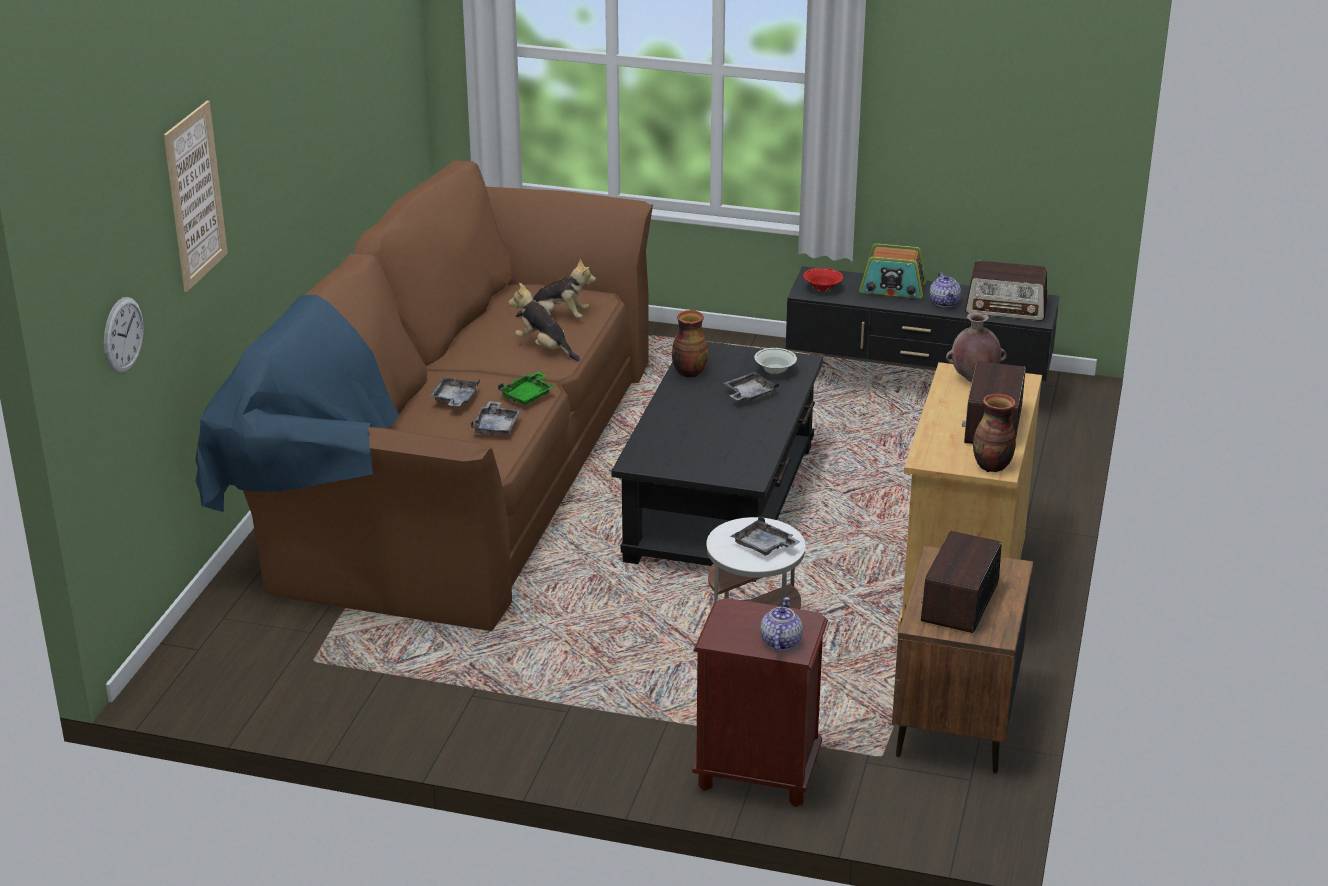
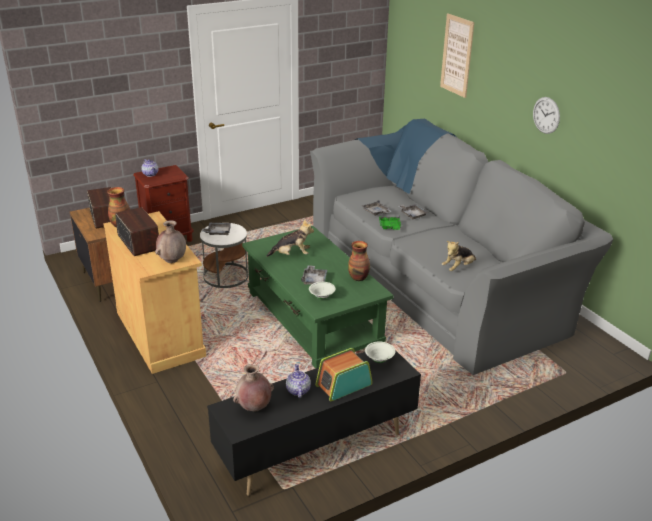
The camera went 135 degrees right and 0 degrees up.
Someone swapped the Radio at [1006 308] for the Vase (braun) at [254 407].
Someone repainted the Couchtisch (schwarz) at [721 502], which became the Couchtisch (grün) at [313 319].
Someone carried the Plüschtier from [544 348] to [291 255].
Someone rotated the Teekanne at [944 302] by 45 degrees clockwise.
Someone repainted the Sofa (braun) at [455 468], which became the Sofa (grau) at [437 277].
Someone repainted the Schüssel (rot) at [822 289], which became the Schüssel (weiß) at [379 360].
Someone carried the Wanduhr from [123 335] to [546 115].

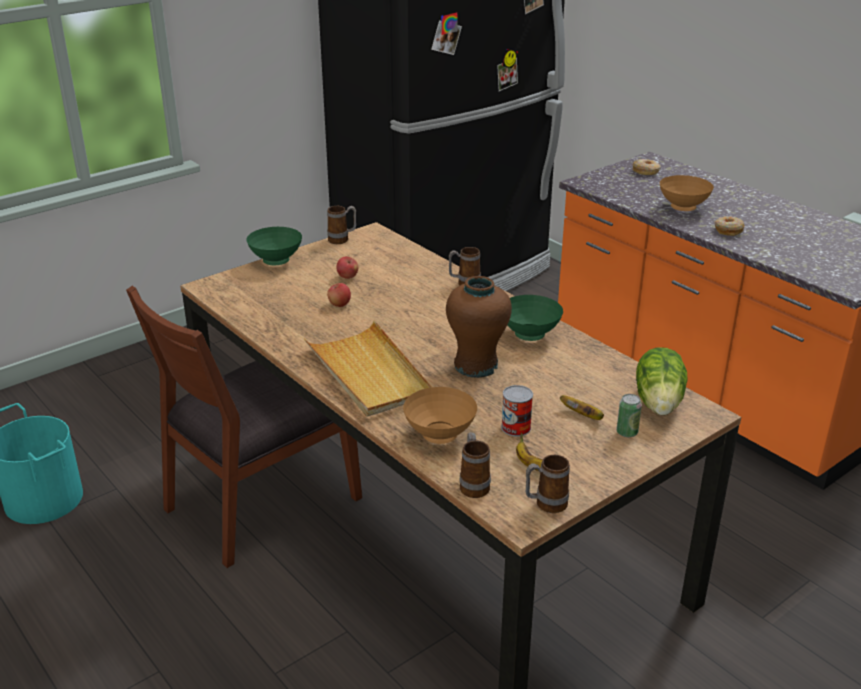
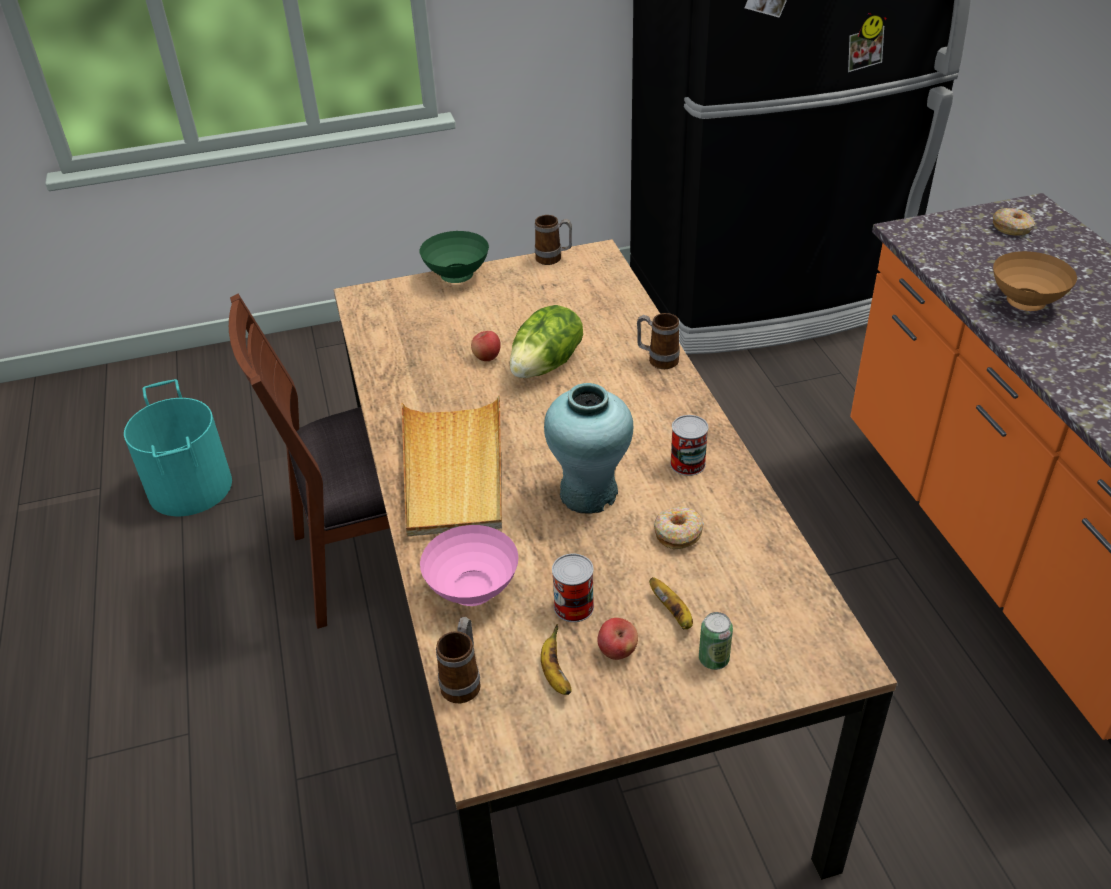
The camera went 25 degrees right and 10 degrees up.
Someone repainted the Schüssel (braun) at [438 436], which became the Schüssel (rosa) at [471 591].
Someone carried the Salatkopf from [659 402] to [547 365].
Someone repainted the Vase (braun) at [476 365], which became the Vase (türkis) at [589 492].
Someone carried the Apfel from [347 277] to [617 651].
Someone carried the Donut from [728 230] to [678 533].
Someone swapped the Schüssel (grün) at [529 336] for the Dose at [687 463].
Someone took away the Henkelbecher at [545 504].

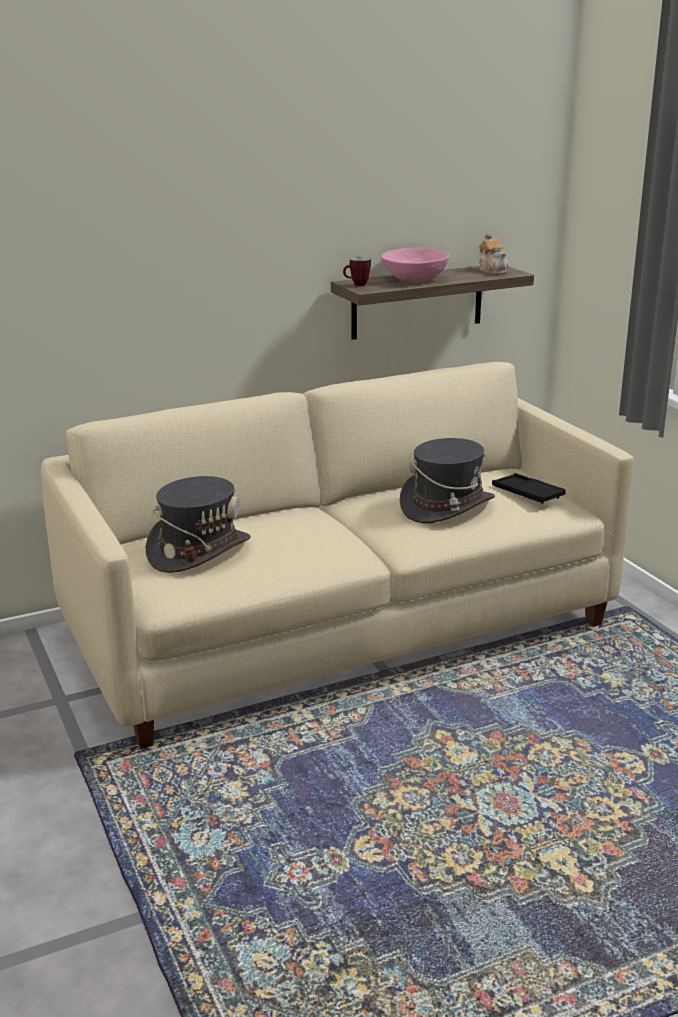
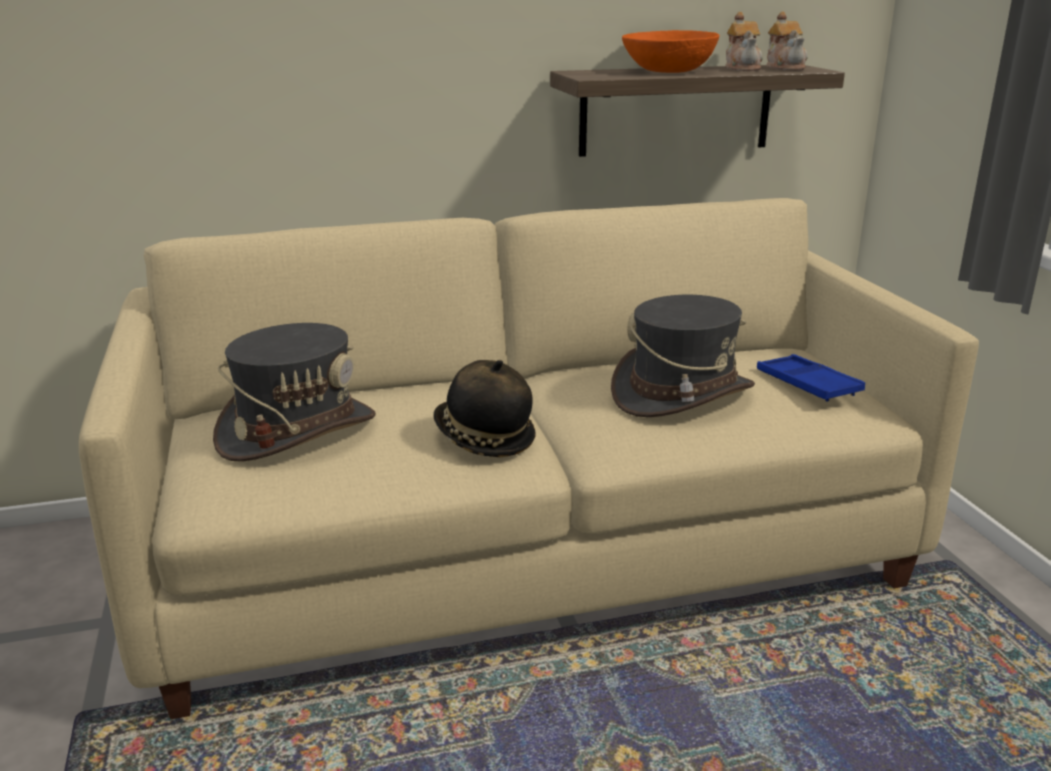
The camera went 10 degrees right and 0 degrees up.
Someone put down the Hut at [483 439].
Someone repainted the Schüssel (rosa) at [414 279], which became the Schüssel (orange) at [668 71].
Someone put down the Teekanne at [743 68].
Someone repainted the Tablett (schwarz) at [527 493], which became the Tablett (blau) at [807 385].
Someone took away the Henkelbecher at [357 285].

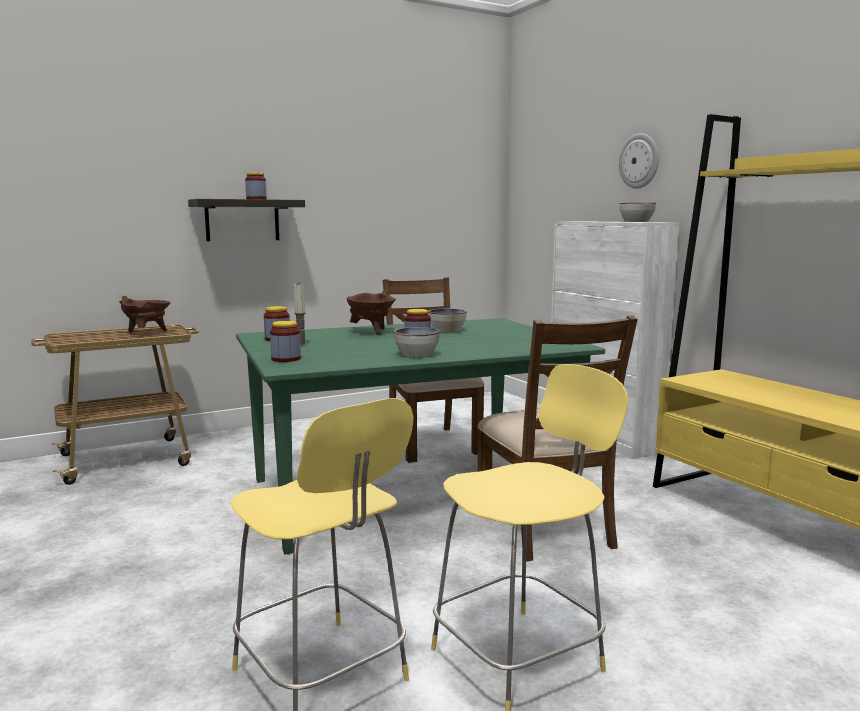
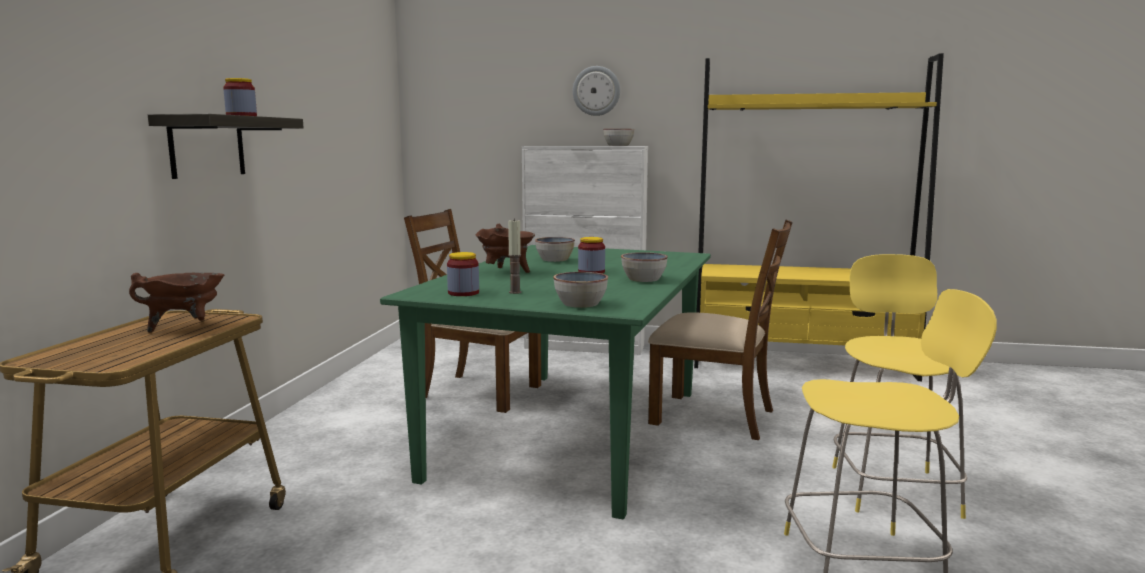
The camera went 50 degrees left and 0 degrees up.
Someone swapped the Vorratsglas at [286 359] for the Schüssel at [580 304].

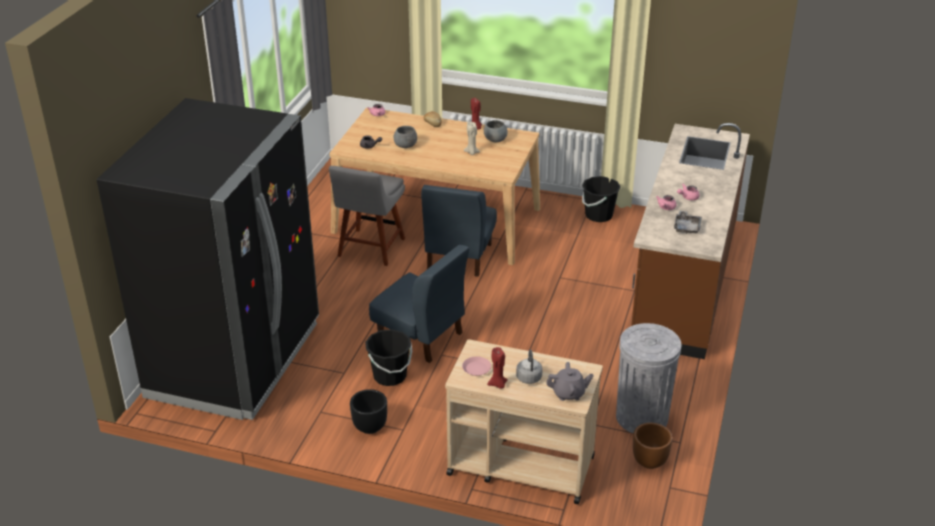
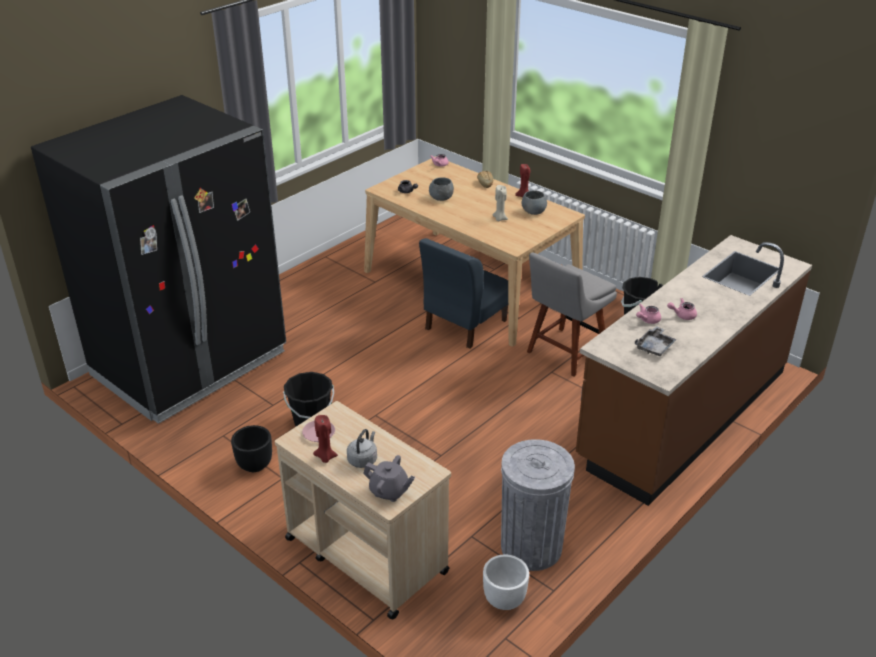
The camera went 25 degrees right and 0 degrees up.
Someone repainted the Pflanzkübel (braun) at [649 461], which became the Pflanzkübel (weiß) at [503 599].
Someone carried the Stuhl (grau) from [370 249] to [564 353].
Someone took away the Stuhl (blau) at [420 336].

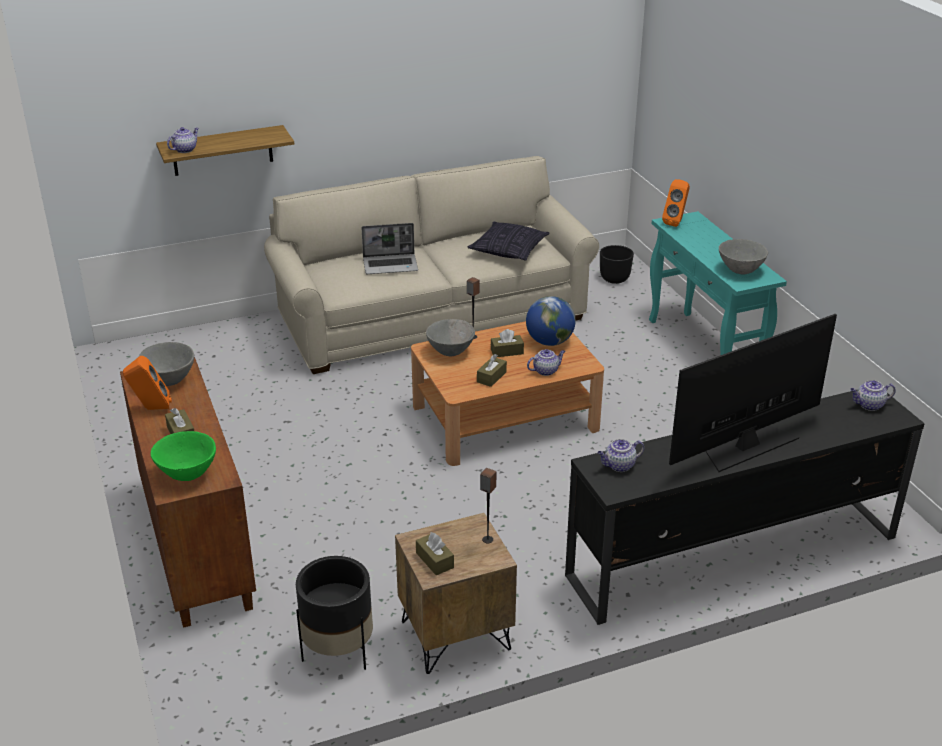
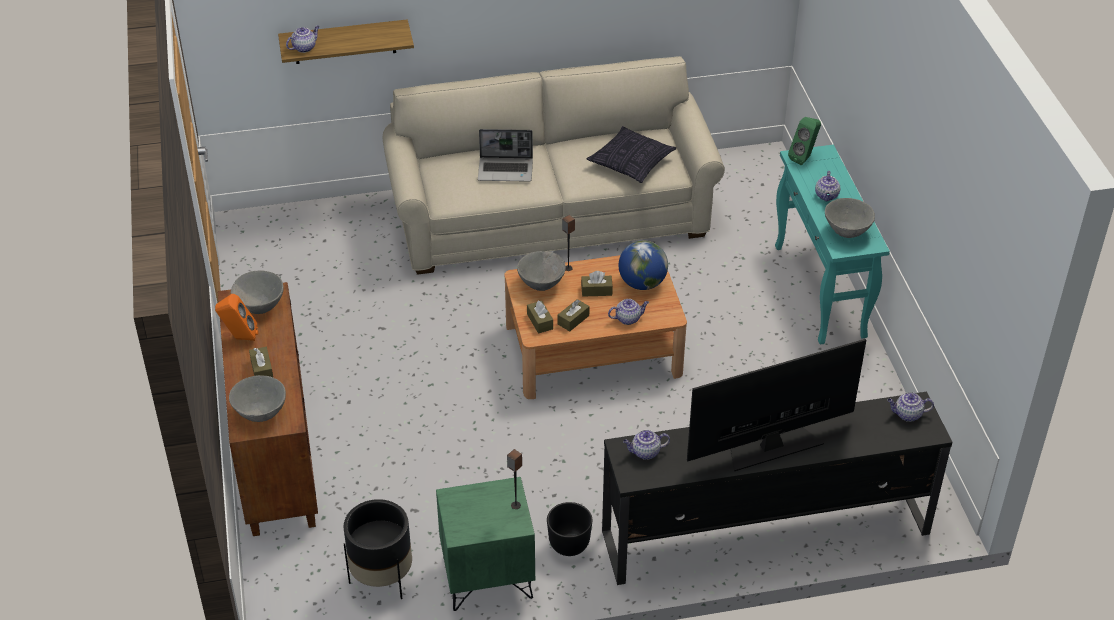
The camera went 10 degrees right and 10 degrees up.
Someone repainted the Schüssel (grün) at [187 474], which became the Schüssel (grau) at [260 414].
Someone repainted the Nachttisch (braun) at [455 636], which became the Nachttisch (grün) at [487 578].
Someone carried the Taschentuchbox (braun) from [434 560] to [540 321].
Someone carried the Pflanzkübel (schwarz) from [614 279] to [569 544].
Someone repainted the Lautsprecher (orange) at [676 222], which became the Lautsprecher (grün) at [804 158].
Someone put down the Teekanne at [827 196].

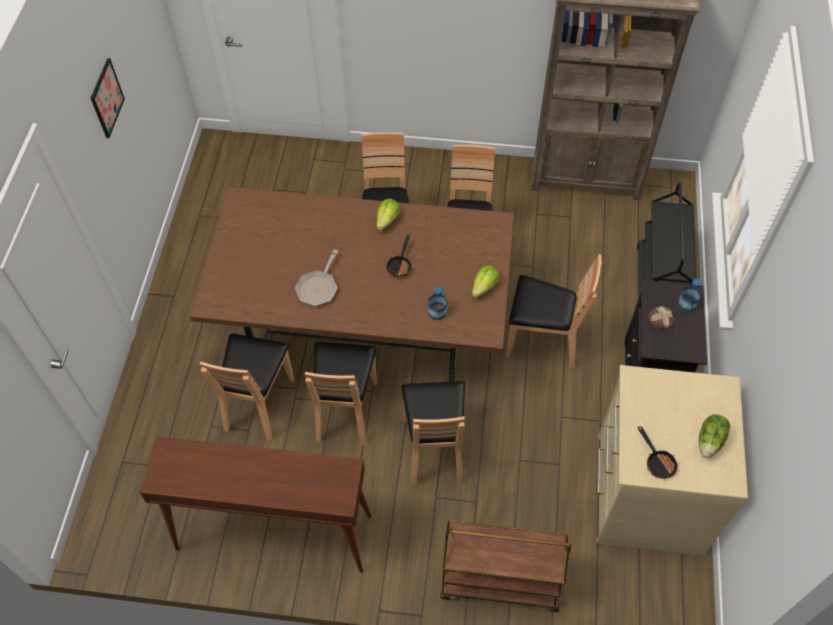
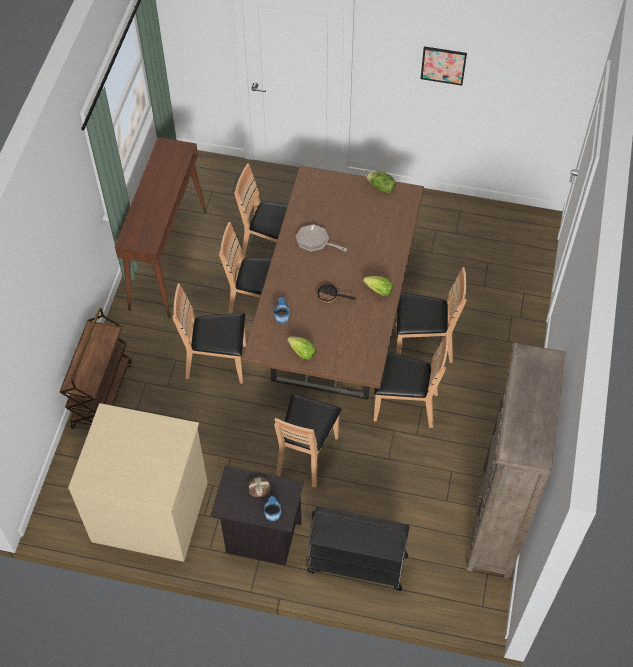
The camera went 95 degrees right and 0 degrees up.
Someone carried the Salatkopf from [710 441] to [380 187].
Someone took away the Pfanne at [658 461].

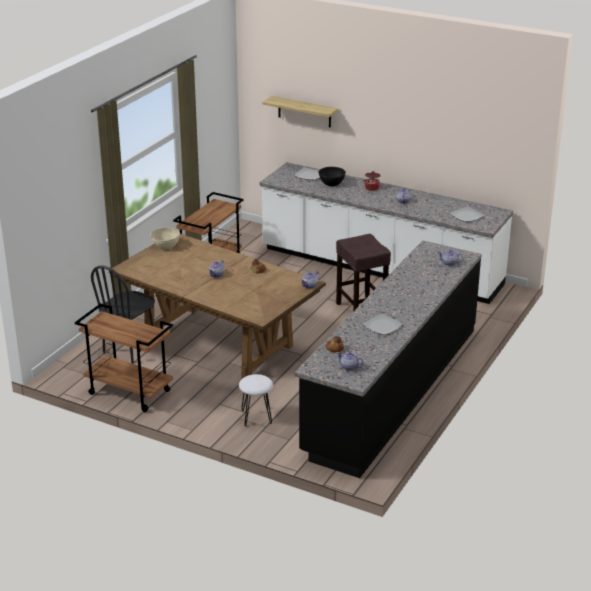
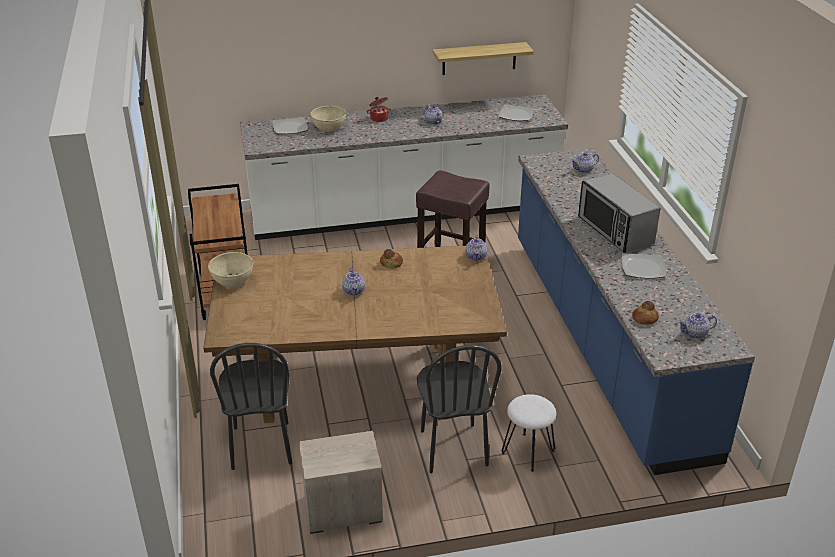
The camera went 40 degrees left and 5 degrees up.
Someone swapped the Rollwagen (braun) at [128 392] for the Nachttisch at [341 508].
Someone repainted the Schüssel (schwarz) at [331 183], which became the Schüssel (beige) at [329 128].
Someone put down the Stuhl (schwarz) at [453 448].
Someone carried the Wandregal from [304 112] to [479 58].
Someone repainted the Küchenzeile (schwarz) at [392 389], which became the Küchenzeile (blau) at [604 341].
Someone put down the Mikrowelle at [615 230].

